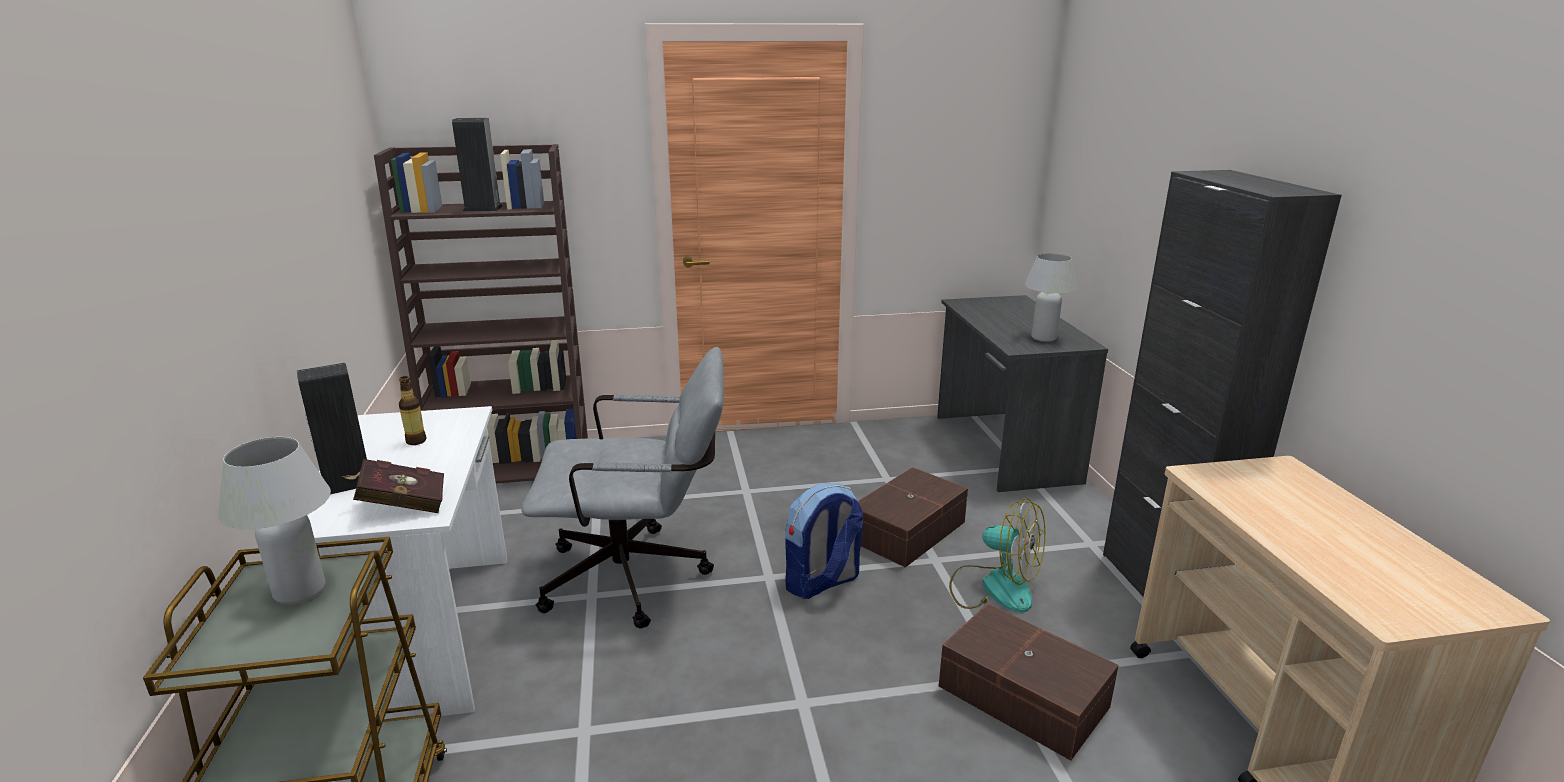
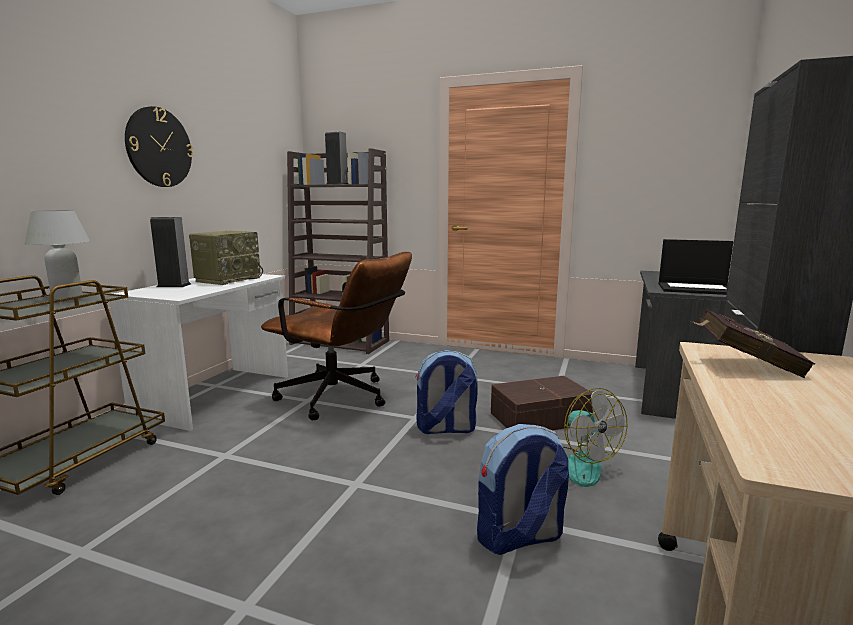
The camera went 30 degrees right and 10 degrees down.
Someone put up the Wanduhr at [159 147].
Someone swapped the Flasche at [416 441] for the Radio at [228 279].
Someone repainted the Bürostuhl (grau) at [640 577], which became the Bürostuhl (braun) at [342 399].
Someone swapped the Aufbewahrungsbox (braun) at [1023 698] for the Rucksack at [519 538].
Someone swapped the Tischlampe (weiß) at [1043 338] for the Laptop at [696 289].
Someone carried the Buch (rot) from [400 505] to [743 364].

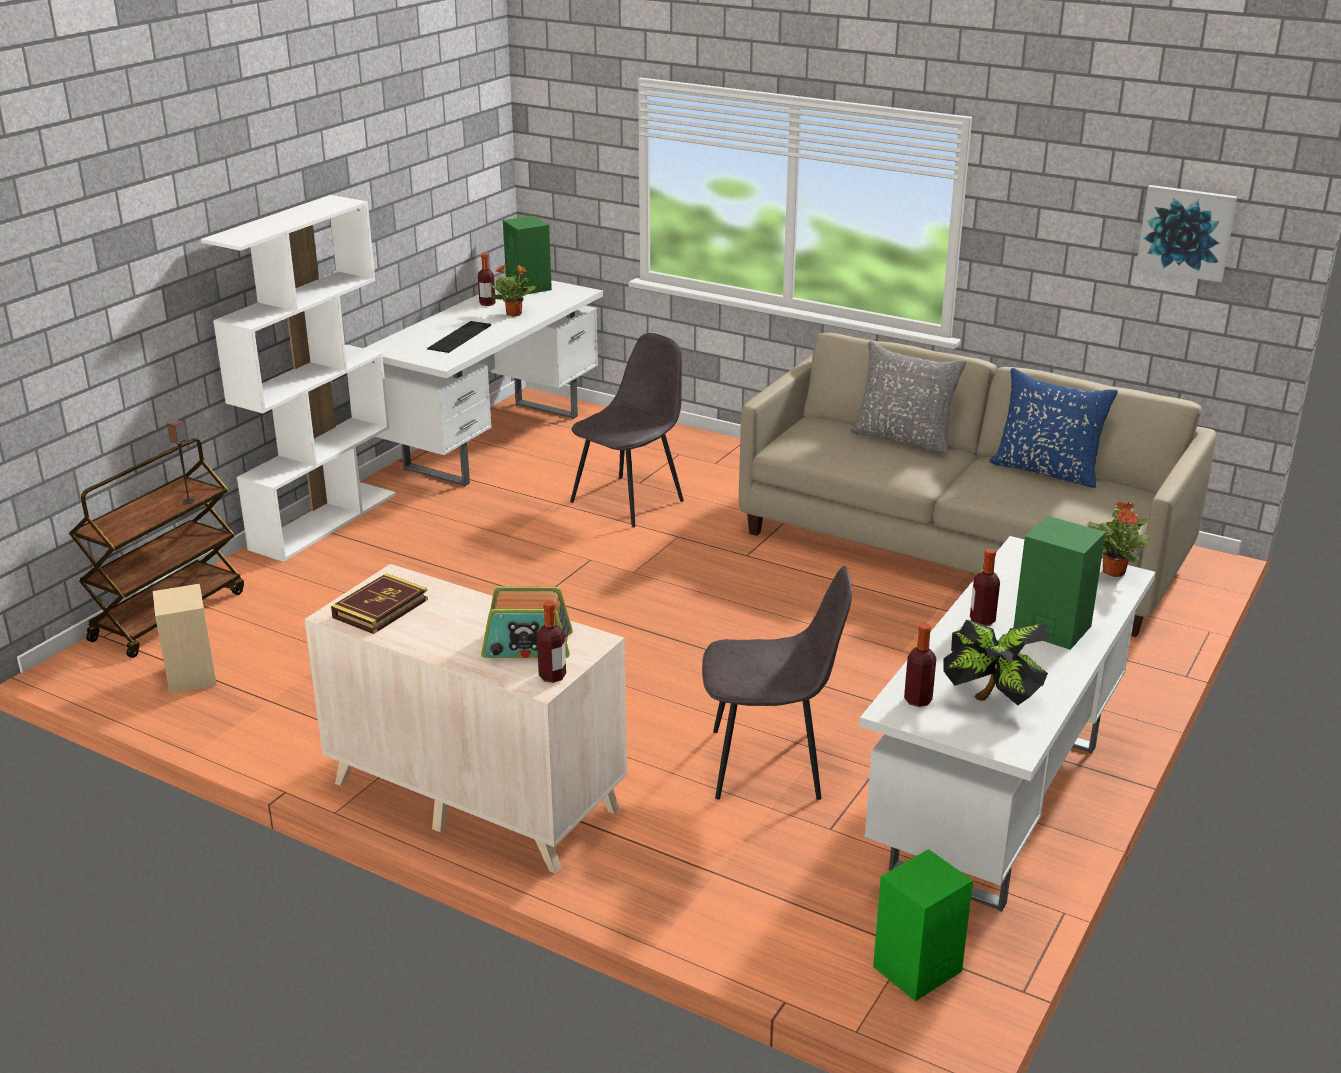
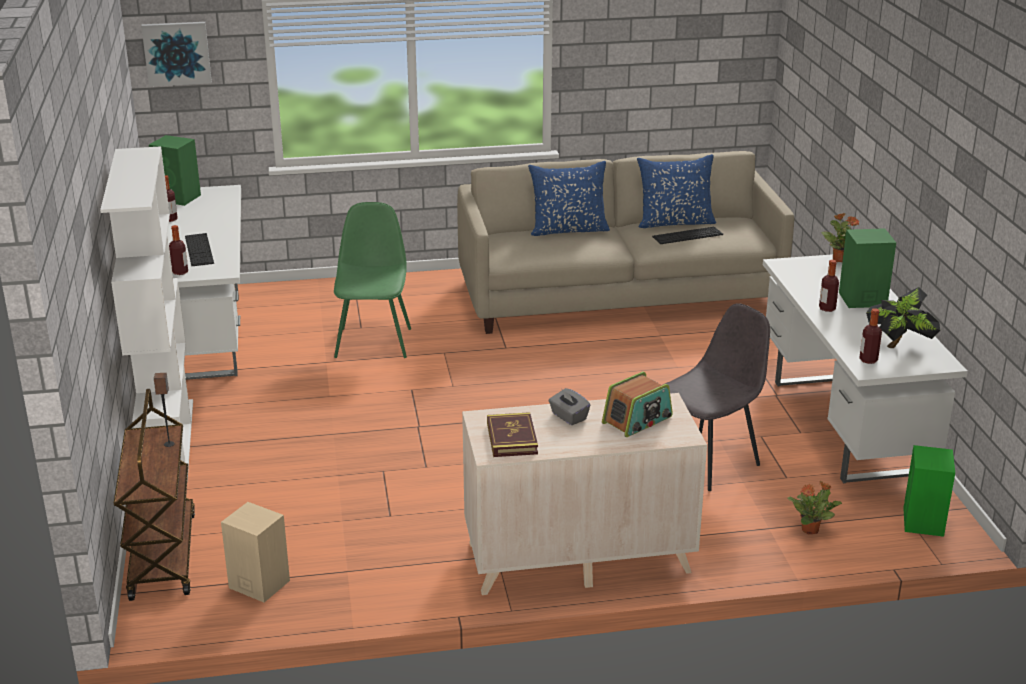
The camera went 40 degrees left and 0 degrees up.
Someone carried the Bild from [1186 232] to [177 53].
Someone carried the Flasche from [552 676] to [180 272].
Someone repainted the Stuhl (grau) at [629 500], which became the Stuhl (grün) at [373 341].
Someone repainted the Kissen (grau) at [903 439], which became the Kissen (blau) at [568 229].
Someone put down the Taschentuchbox (grau) at [568 417].
Someone put down the Tastatur at [687 235].
Someone carried the Topfpflanze from [514 314] to [810 530].

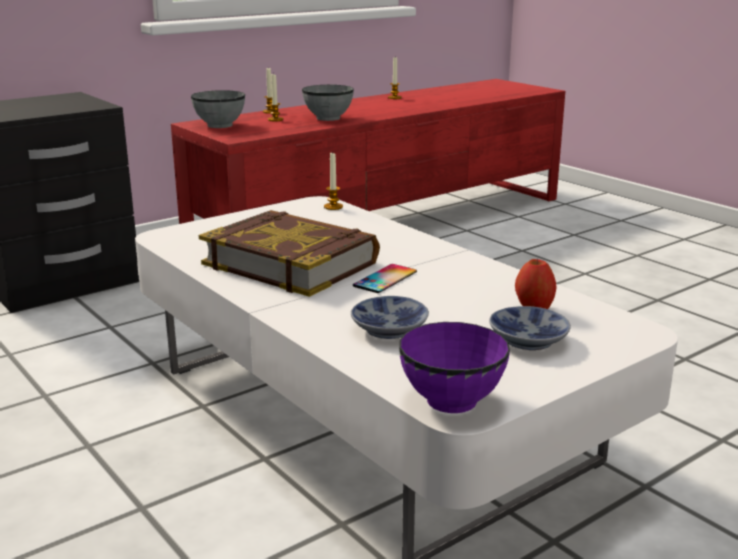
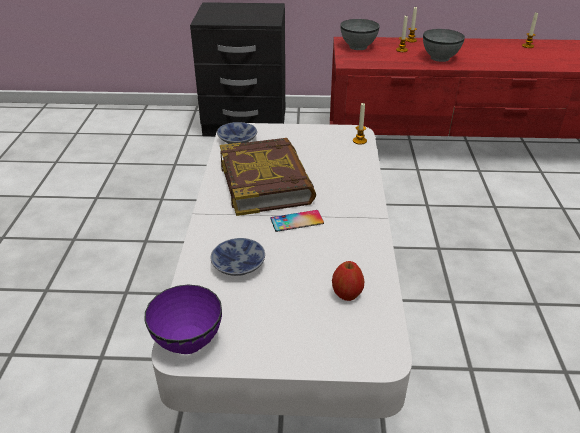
The camera went 40 degrees right and 15 degrees up.
Someone carried the Schüssel from [526 341] to [236 140].

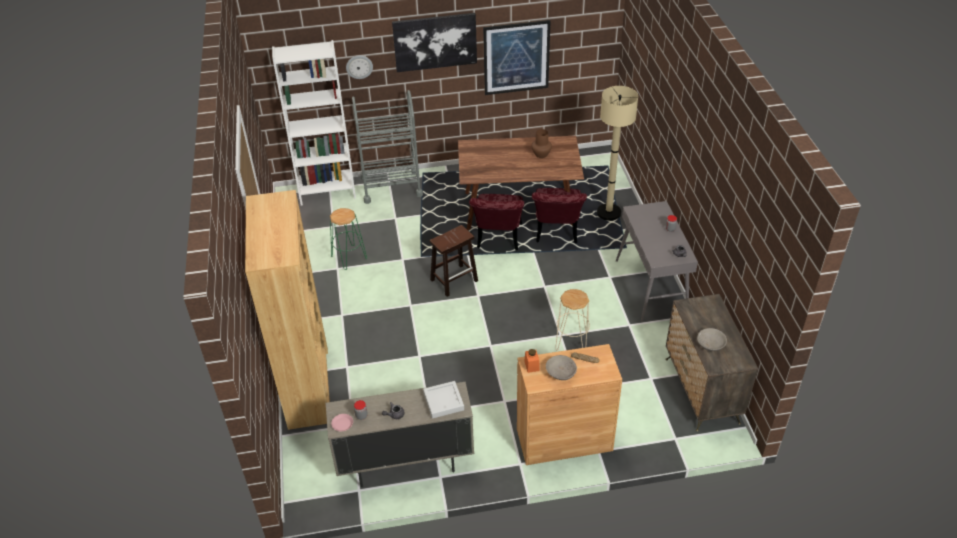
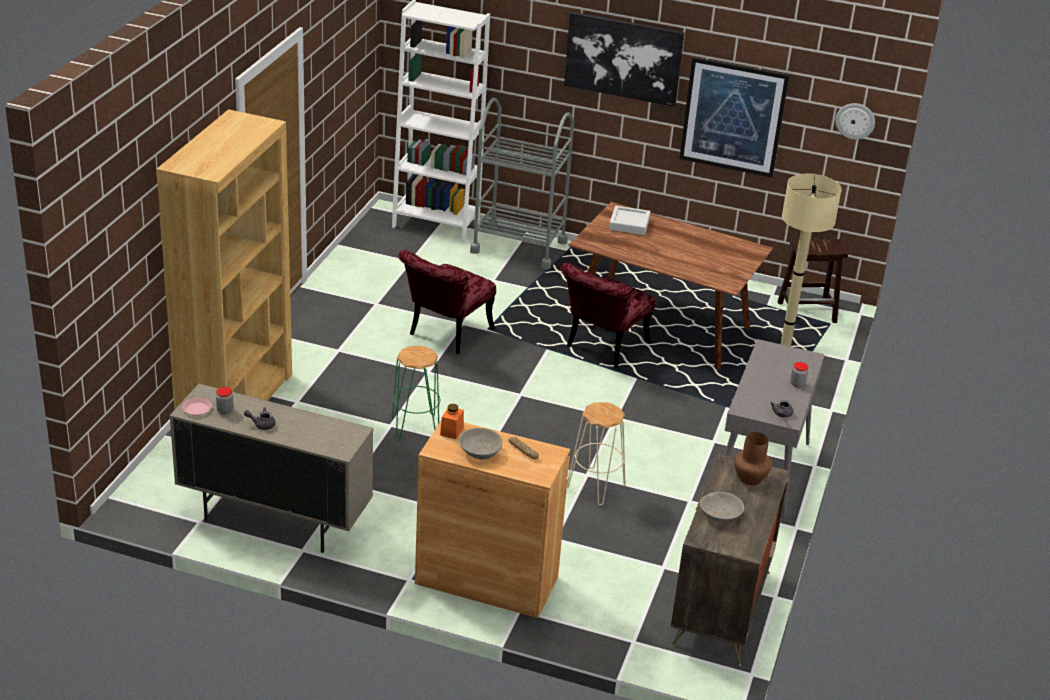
The camera went 25 degrees right and 10 degrees down.
Someone carried the Hocker (grün) from [349 257] to [416 428].
Someone carried the Stuhl (rot) from [556 233] to [446 335].
Someone carried the Tablett (grau) from [443 402] to [629 224].
Someone carried the Vase (braun) from [541 154] to [750 479].
Someone carried the Hocker (braun) from [454 280] to [807 312].
Someone carried the Wanduhr from [359 66] to [855 120].

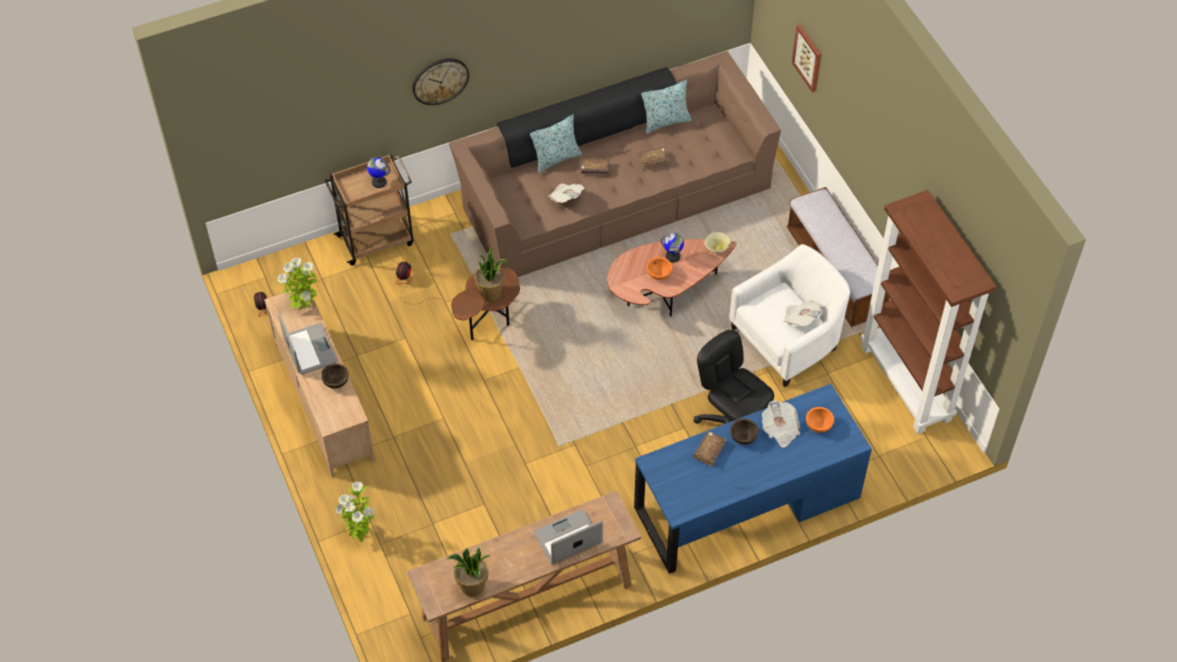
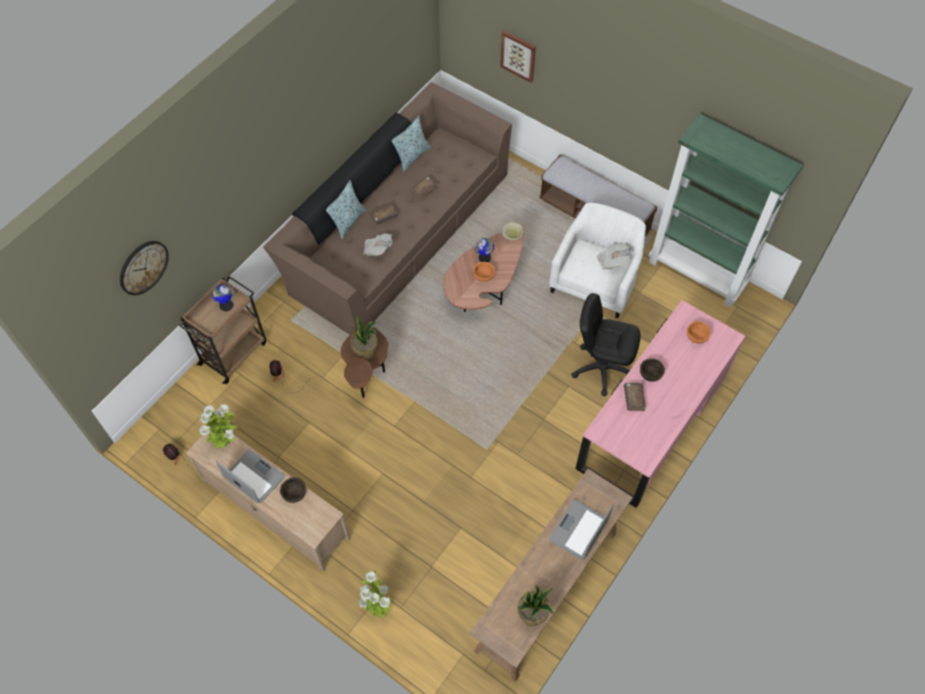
The camera went 30 degrees left and 5 degrees up.
Someone carried the Wanduhr from [440 80] to [143 267].
Someone repainted the Schreibtisch (blau) at [747 503], which became the Schreibtisch (rosa) at [652 421].
Someone repainted the Bücherregal (braun) at [907 383], which became the Bücherregal (grün) at [697 274].
Someone took away the Zeitung at [780 429].

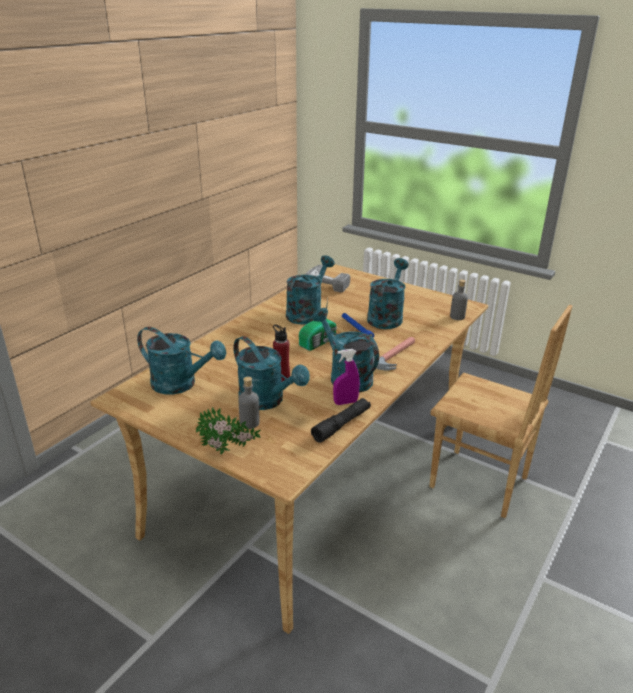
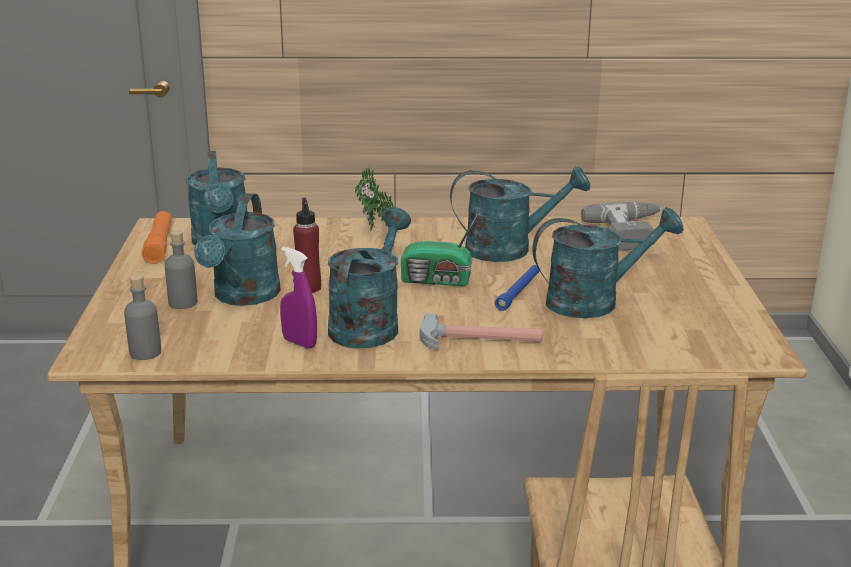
The camera went 55 degrees right and 5 degrees down.
Someone carried the Flasche (grau) from [457 316] to [145 352].
Someone put down the Taschenlampe (orange) at [159 245].
Someone carried the Topfpflanze from [228 452] to [379 232].
Someone took away the Taschenlampe (schwarz) at [342 425].

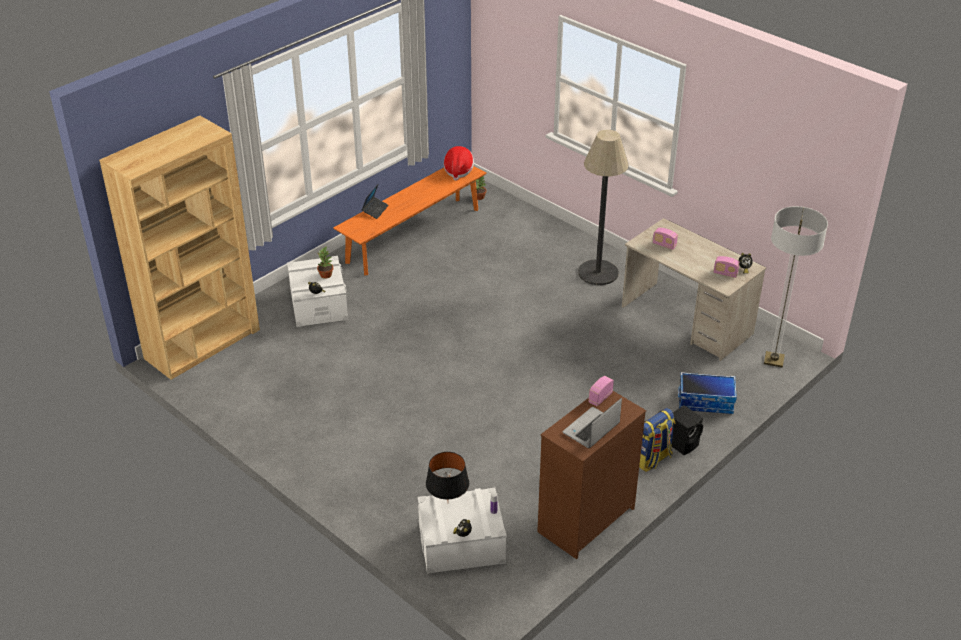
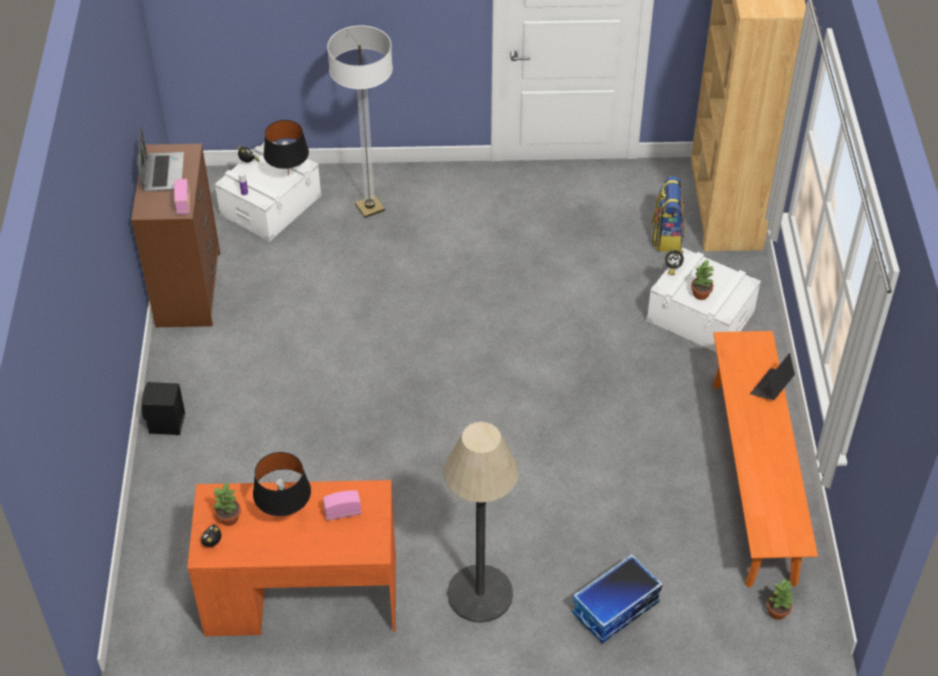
The camera went 135 degrees right and 10 degrees up.
Someone repainted the Schreibtisch (beige) at [686 321], which became the Schreibtisch (orange) at [301 596].
Someone swapped the Radio at [725 273] for the Topfpflanze at [228 518].
Someone put down the Tischlampe (schwarz) at [285 514].
Someone carried the Stehlampe from [774 360] to [370 207].
Someone carried the Aufbewahrungsbox from [706 401] to [616 609].
Someone carried the Rucksack from [652 459] to [666 236].
Someone rotated the Laptop at [375 210] by 60 degrees clockwise.
Someone took away the Hut at [458 171].

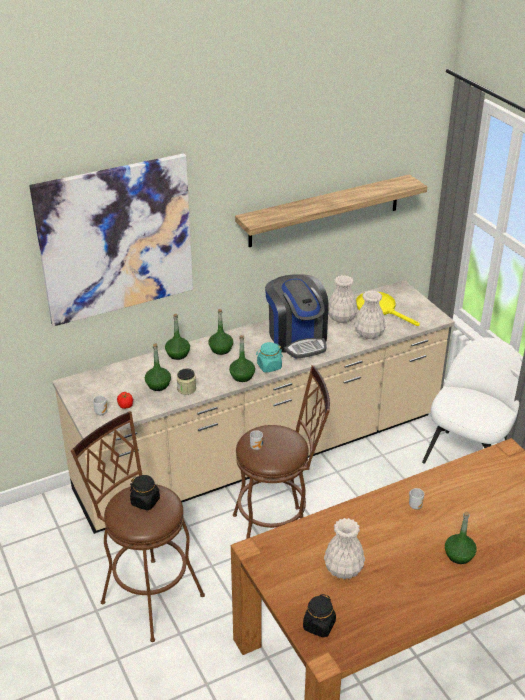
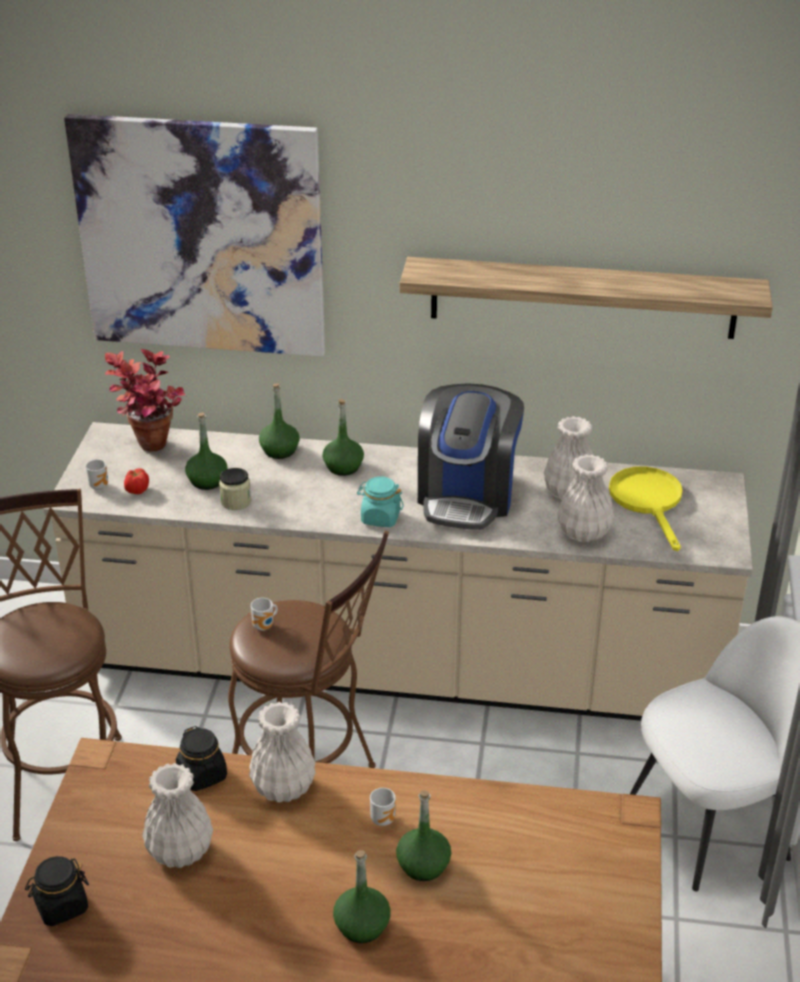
The camera went 35 degrees right and 0 degrees up.
Someone put down the Topfpflanze at [151 451].
Someone carried the Vorratsglas (schwarz) from [145 501] to [202 775].
Someone put down the Vase (weiß) at [283 788].
Someone carried the Flasche (grün) from [242 376] to [423 865].

